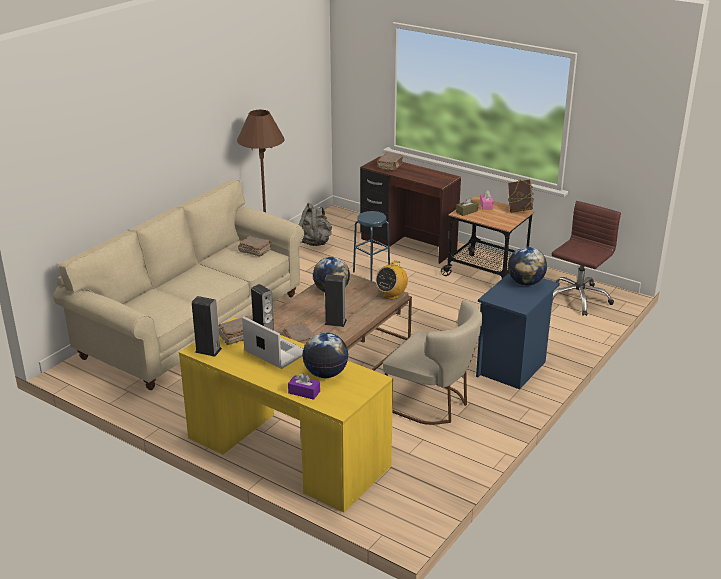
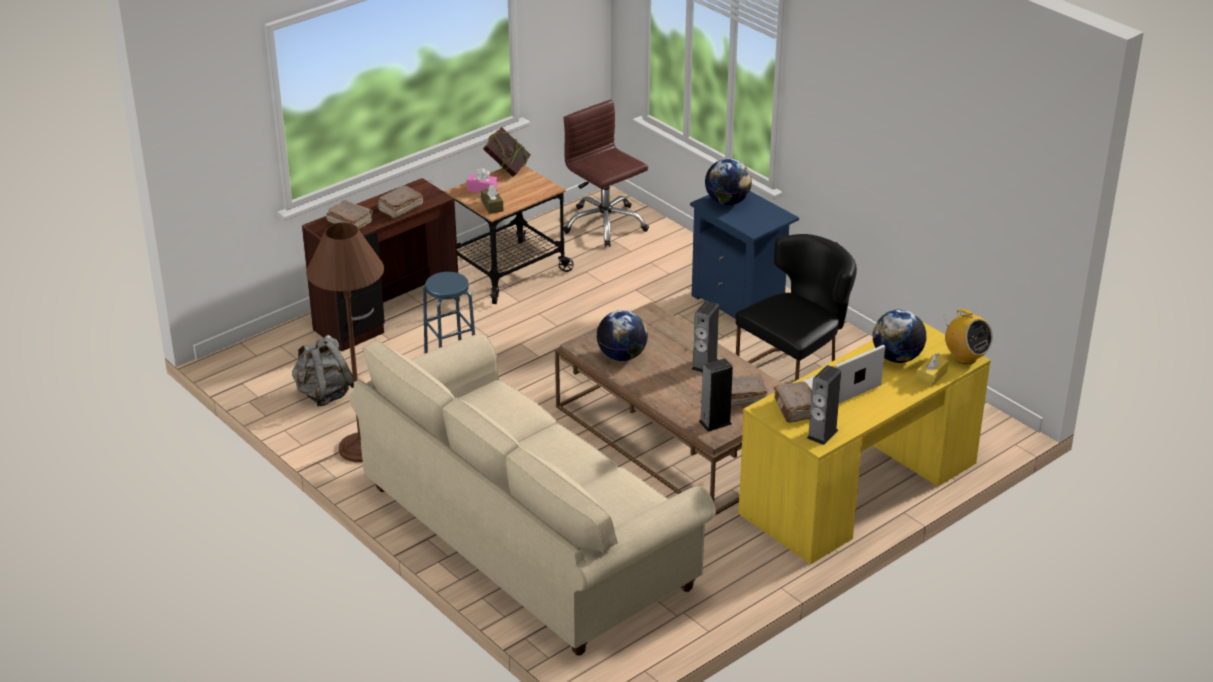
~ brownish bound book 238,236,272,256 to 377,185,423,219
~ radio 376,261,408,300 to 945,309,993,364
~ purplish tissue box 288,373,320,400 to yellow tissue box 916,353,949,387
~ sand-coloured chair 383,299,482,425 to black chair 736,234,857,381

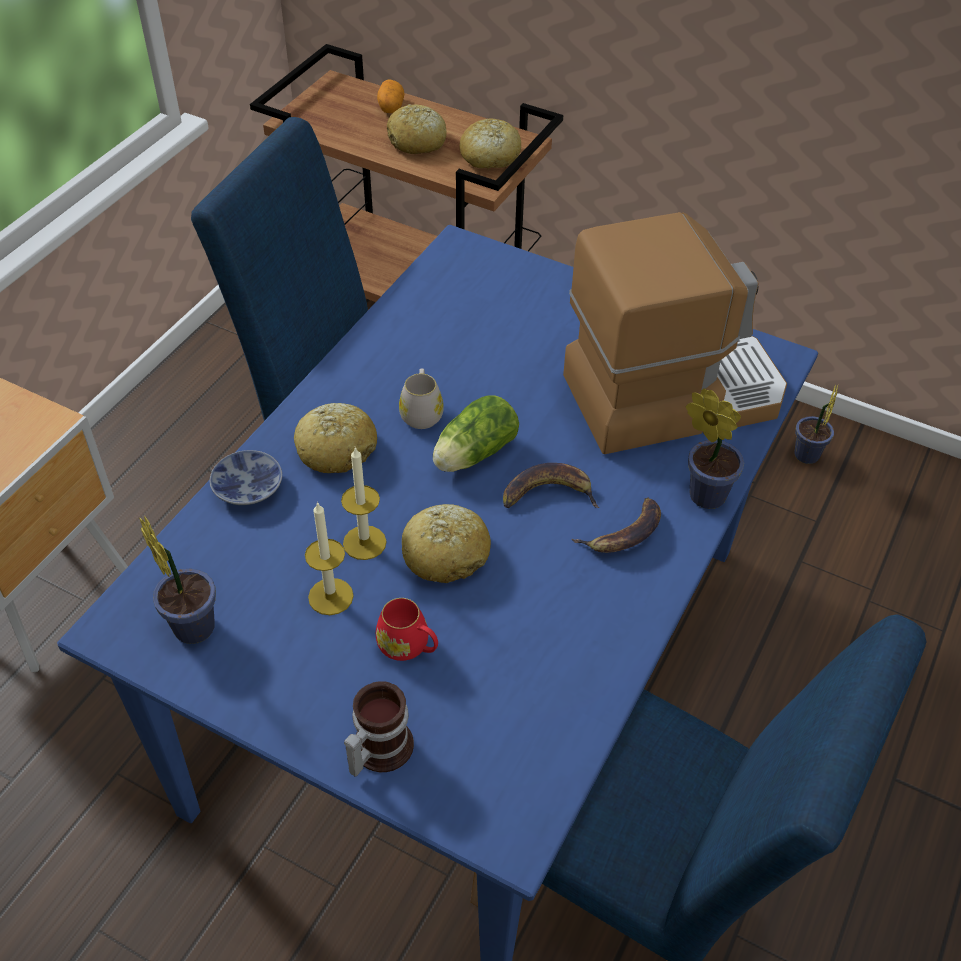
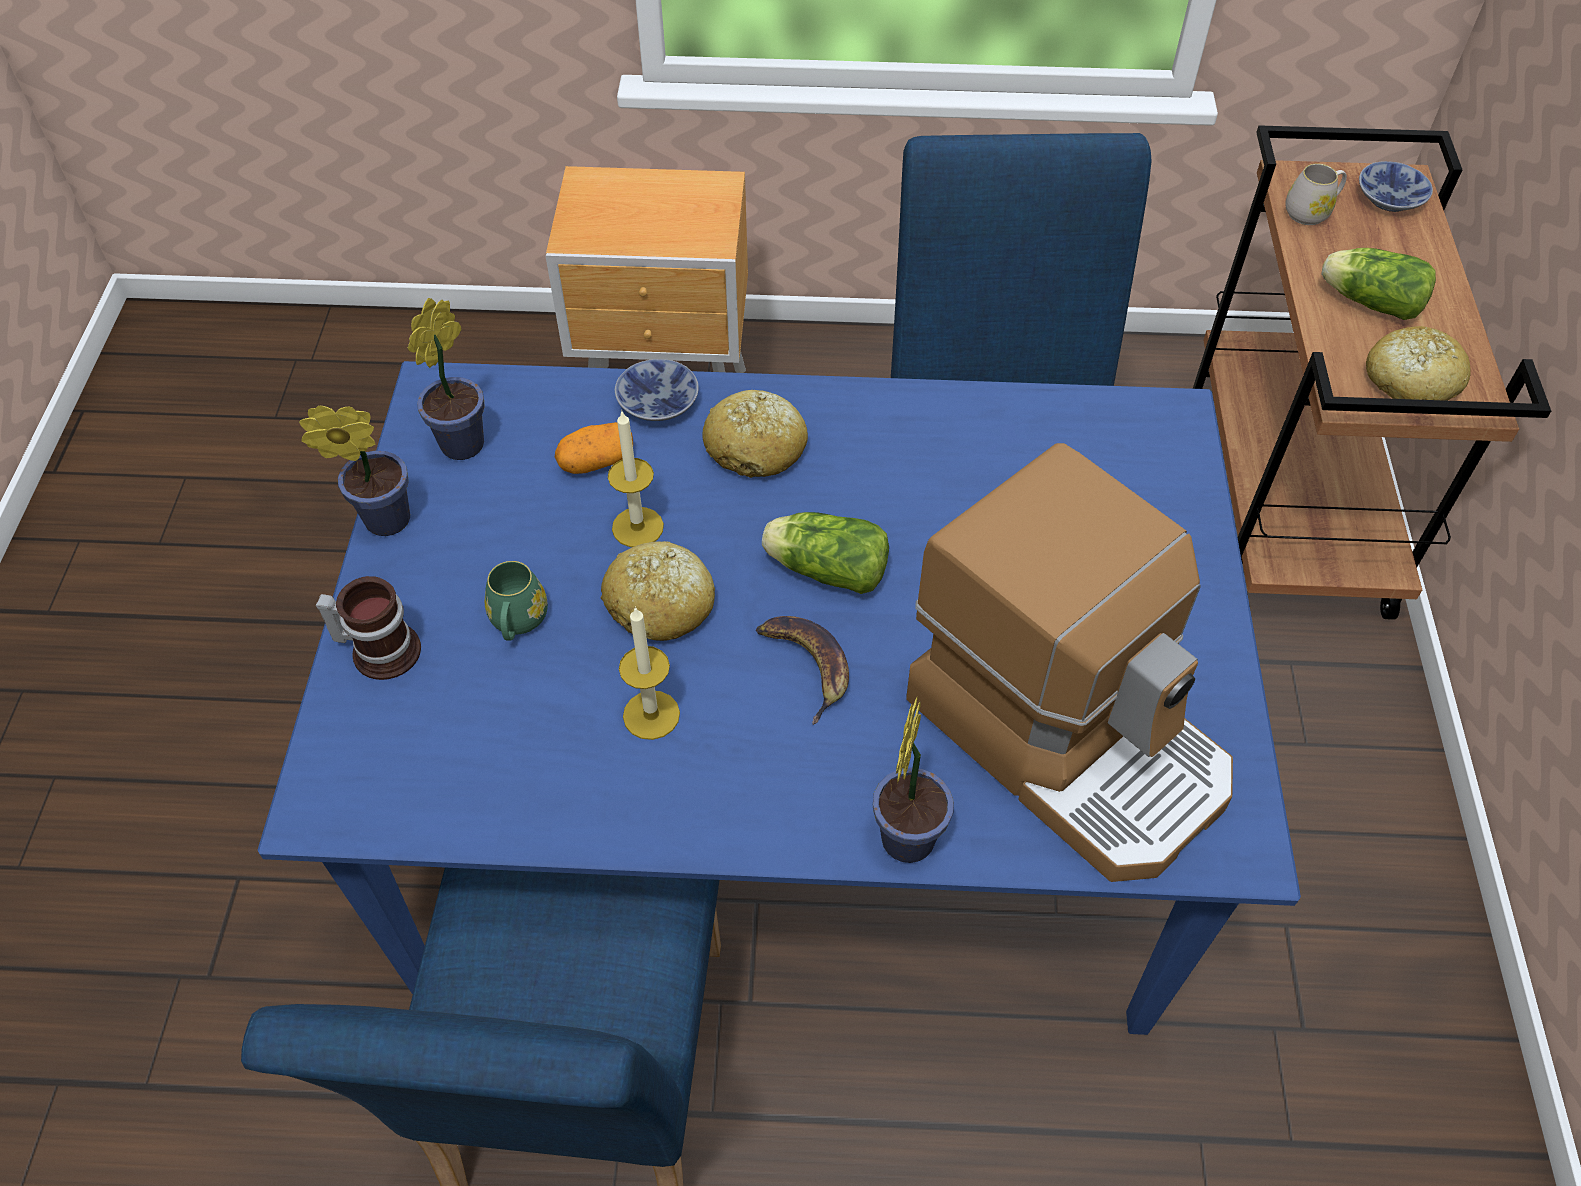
- whole banana 572,497,661,553
+ deep dish 1359,161,1433,212
~ wax light 305,502,354,615 to 619,606,680,740
~ spud 377,80,404,113 to 555,422,633,474
~ white mug 399,369,444,429 to 1285,164,1347,225
~ houseplant 794,385,838,464 to 299,405,410,536
~ baked bread 387,104,447,154 to lettuce head 1321,248,1436,320
~ red mug 376,598,438,661 to green mug 485,561,548,641

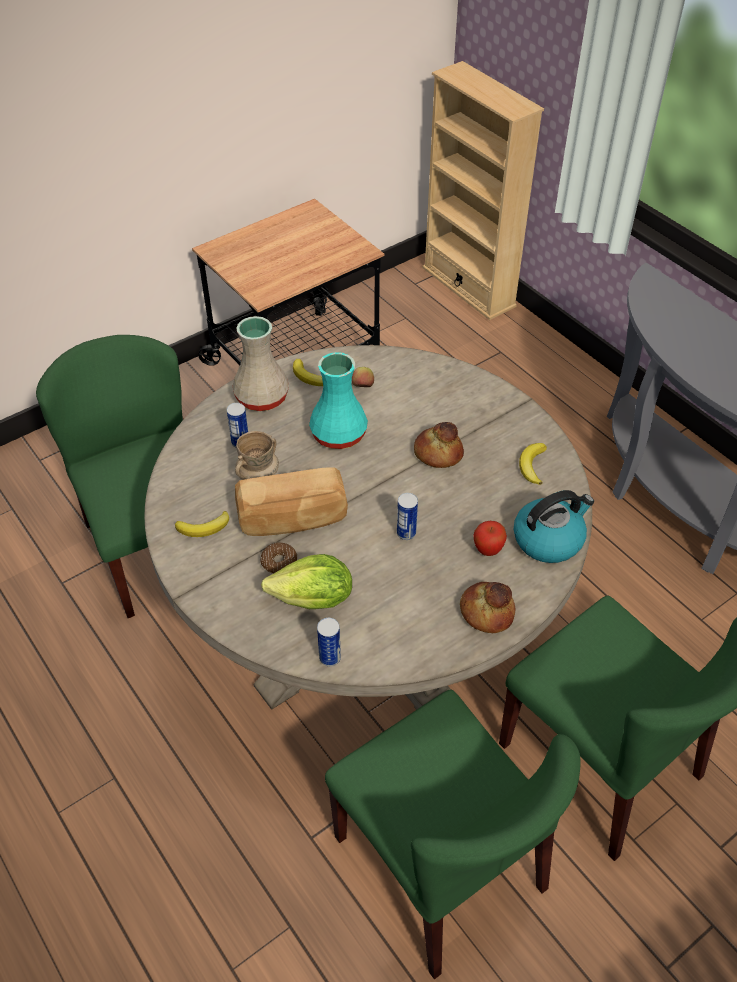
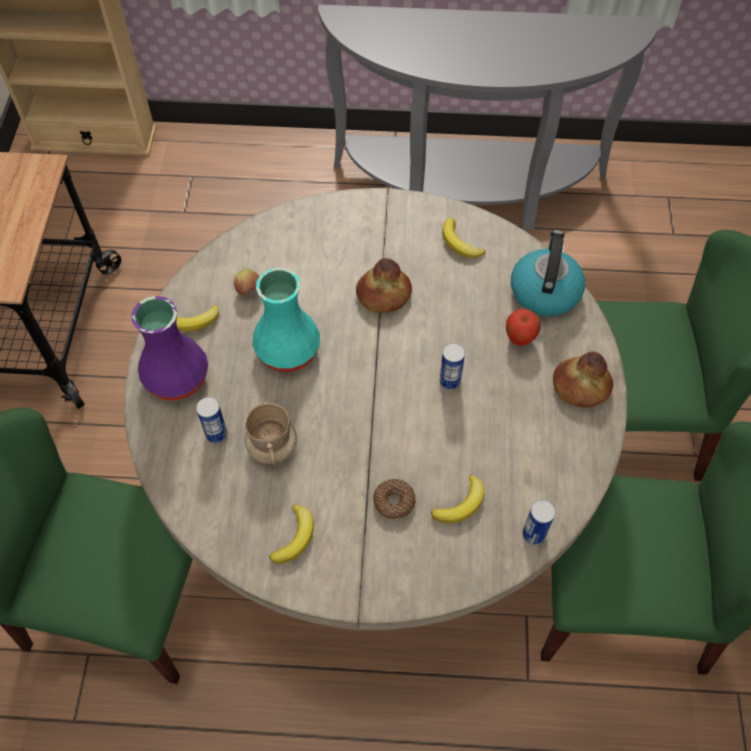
- baked bread 235,467,348,536
~ lettuce head 261,554,352,609 to whole banana 431,475,484,523
~ sand-coloured flower vase 233,316,289,411 to purplish flower vase 131,296,208,401

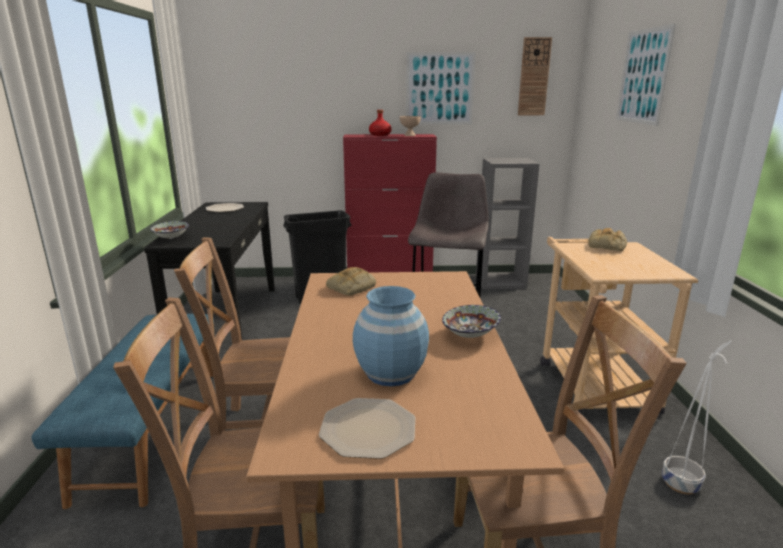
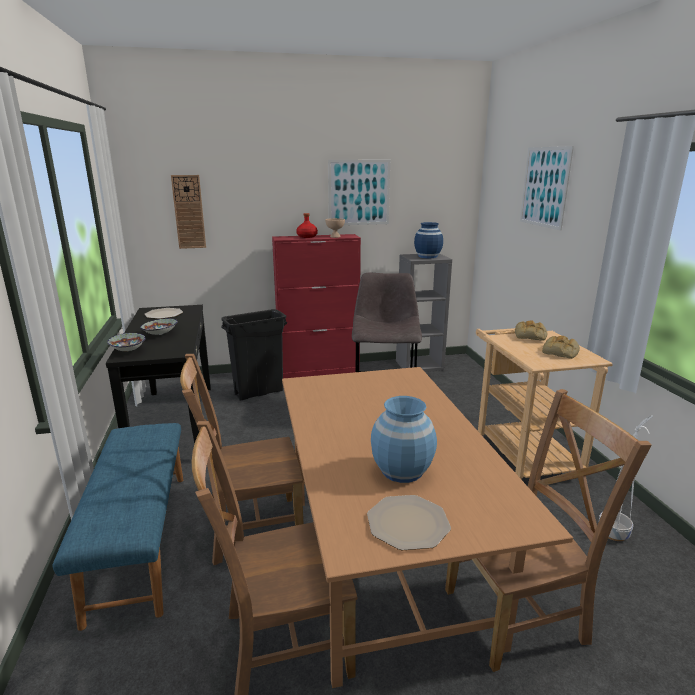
+ blue-coloured flower vase 414,222,443,258
~ baked bread 326,267,376,296 to 542,336,580,359
~ deep dish 442,305,501,338 to 140,318,178,335
~ hanging clock 518,37,552,115 to 171,175,206,249

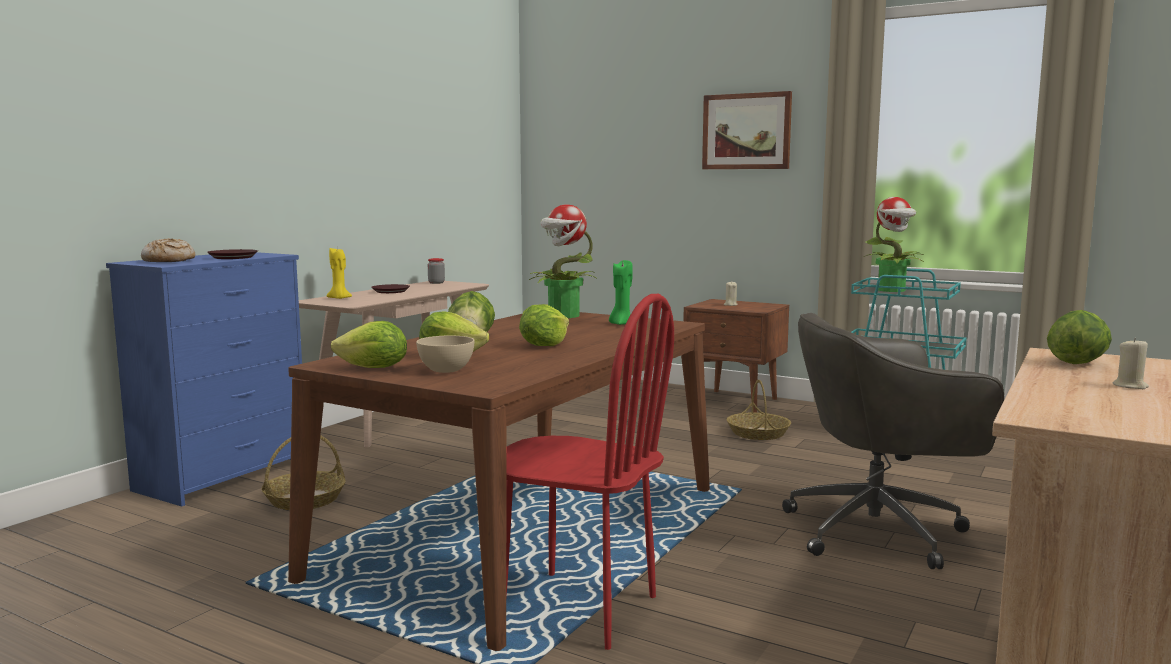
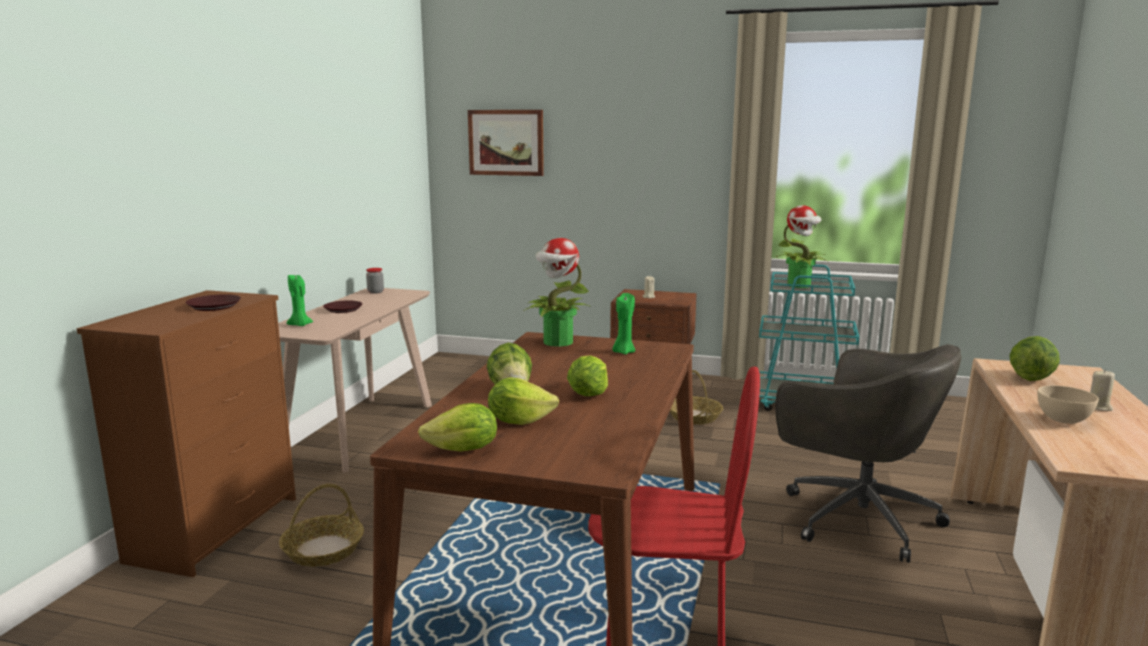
- baked bread 141,238,196,262
~ sand-coloured deep dish 416,336,475,373 to 1037,385,1099,424
~ picture 702,91,792,169 to 468,110,544,176
~ blue-coloured drawer chest 106,252,302,507 to brownish drawer chest 77,290,296,577
~ yellow wax light 327,248,352,299 to green wax light 287,275,313,326
~ grey computer chair 782,313,1004,569 = 775,344,962,563 120 degrees counterclockwise

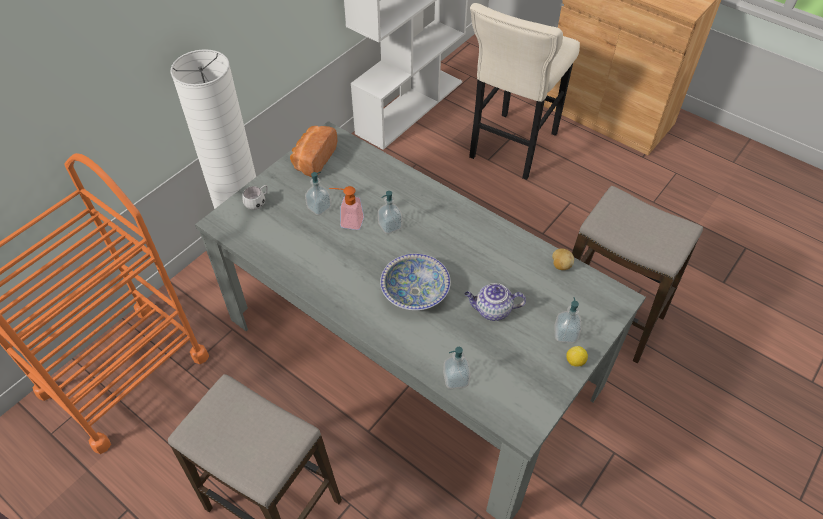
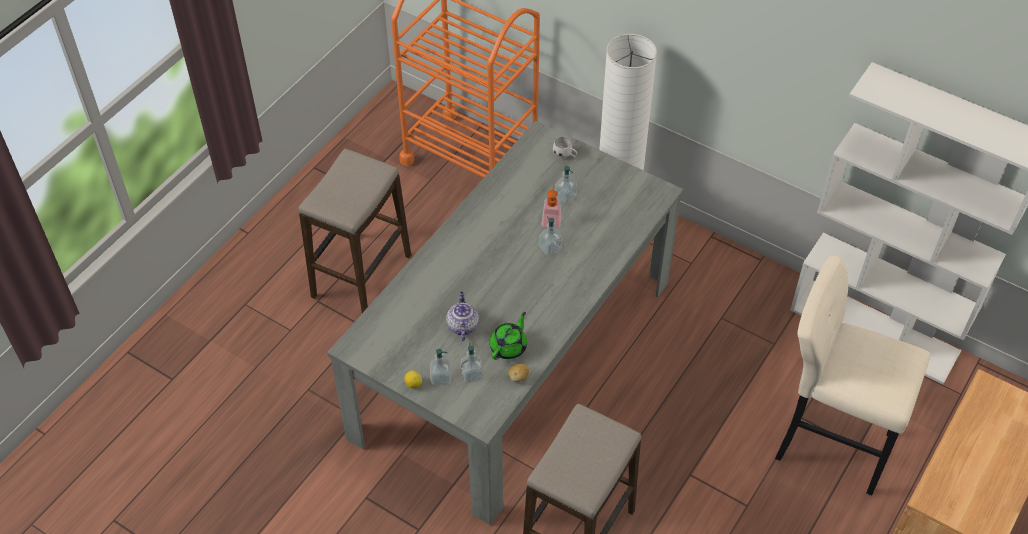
- baked bread 290,126,337,177
- deep dish 380,254,451,311
+ green teapot 489,312,527,360
~ soap bottle 443,347,471,389 to 461,343,483,383

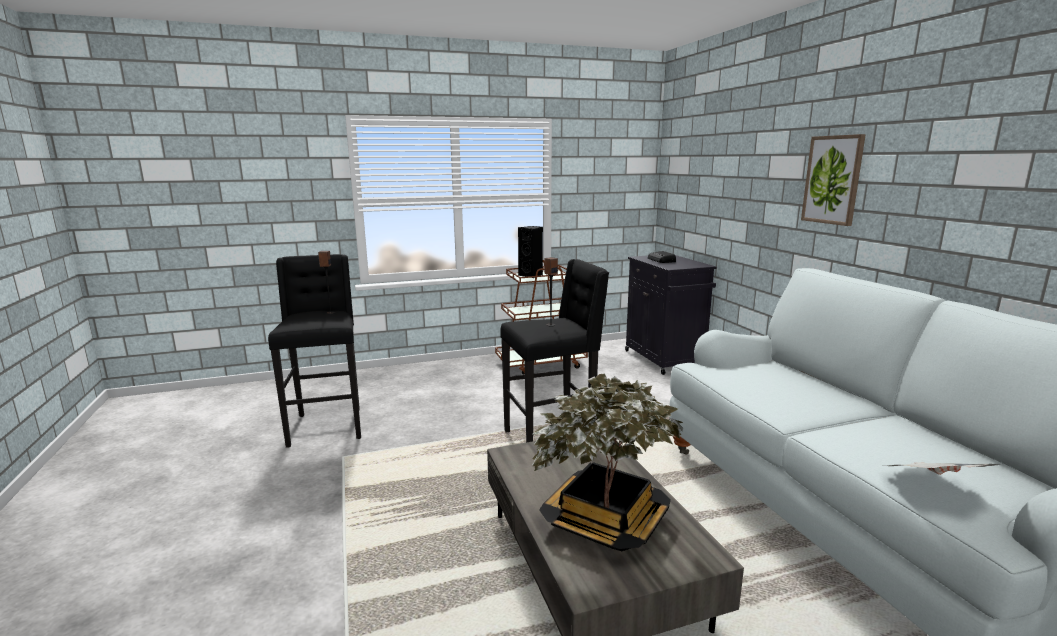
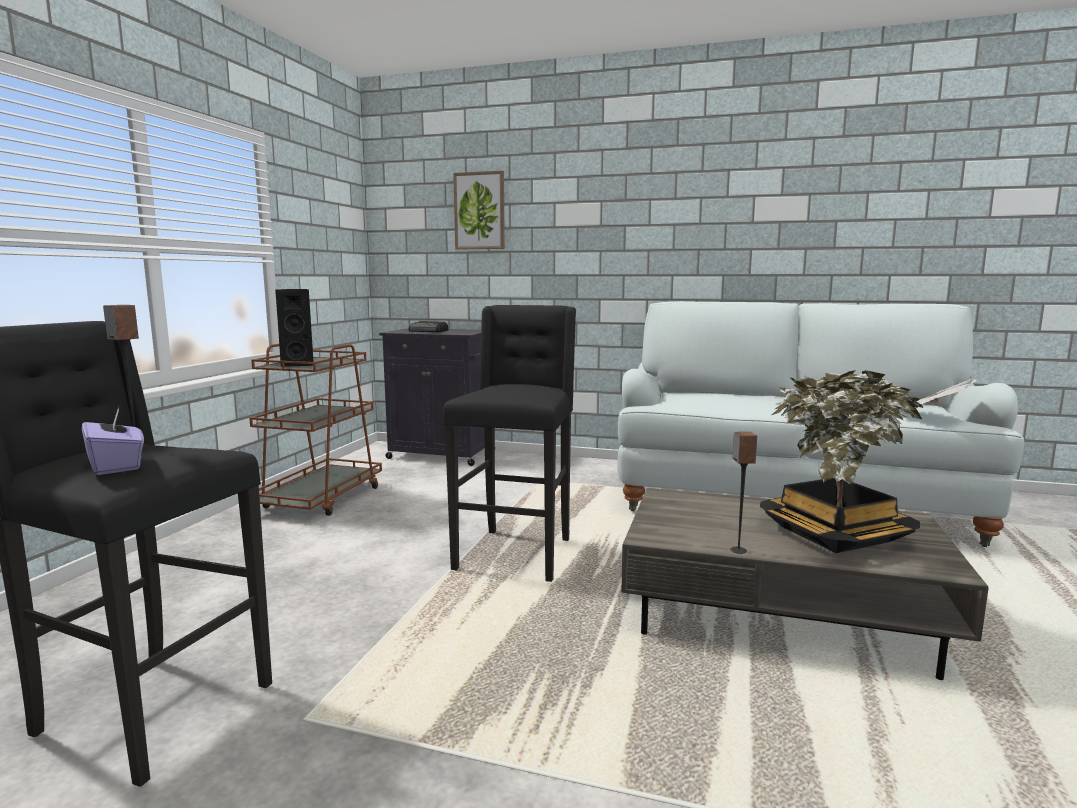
+ purplish tissue box 82,407,144,475
~ audio speaker 544,257,558,327 to 731,432,757,554
~ picture 801,134,866,226 to 453,171,505,250

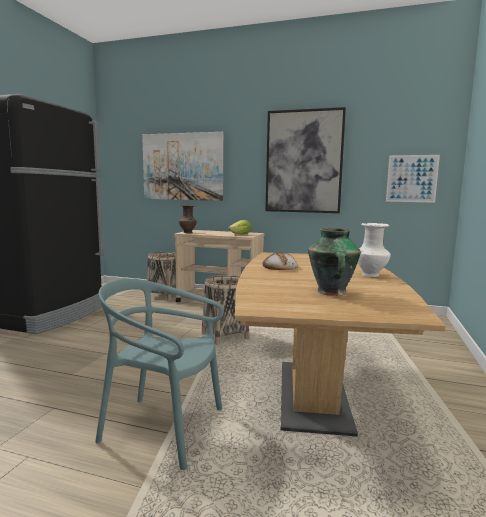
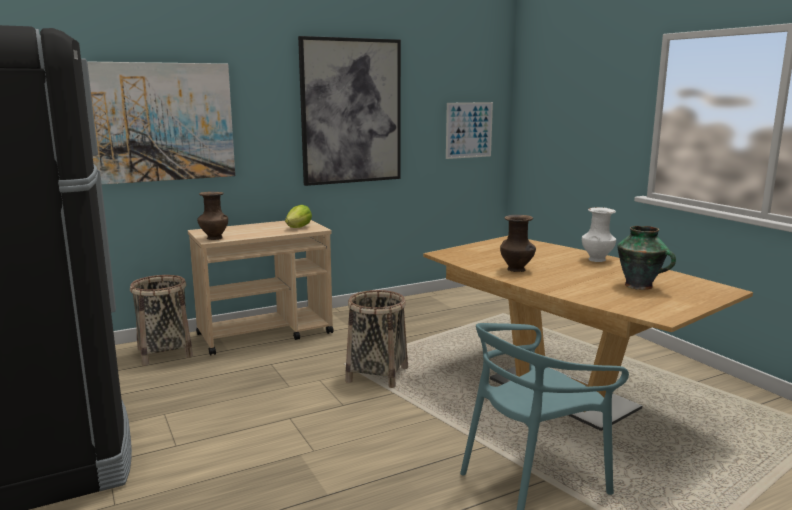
~ baked bread 263,252,298,270 to brownish flower vase 500,215,536,272

